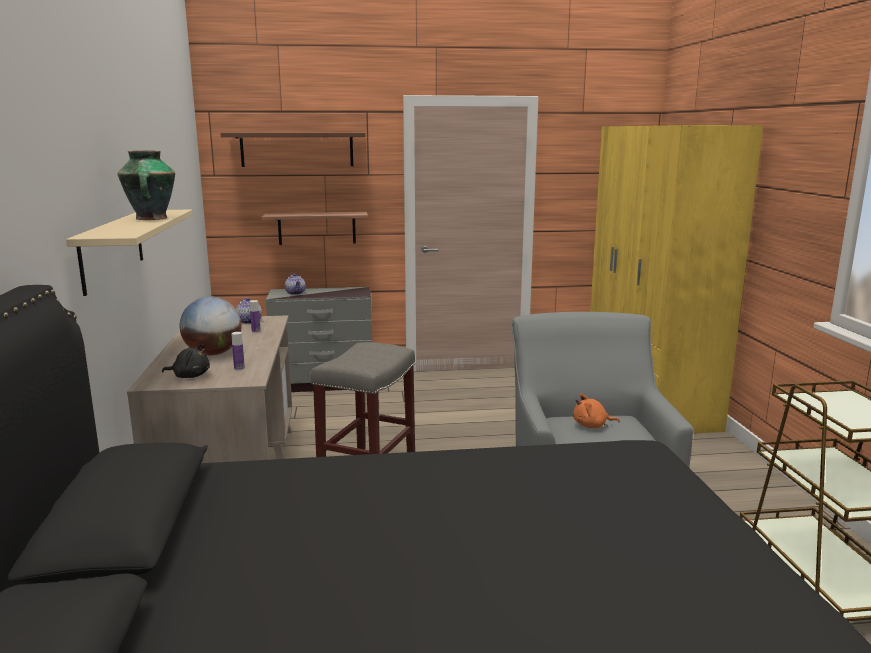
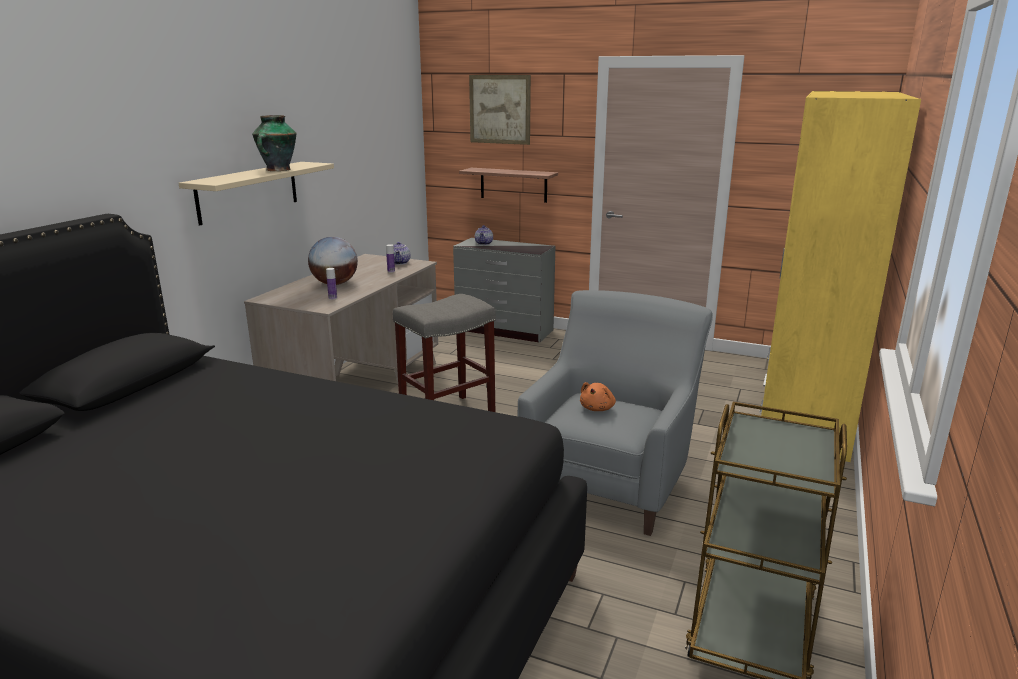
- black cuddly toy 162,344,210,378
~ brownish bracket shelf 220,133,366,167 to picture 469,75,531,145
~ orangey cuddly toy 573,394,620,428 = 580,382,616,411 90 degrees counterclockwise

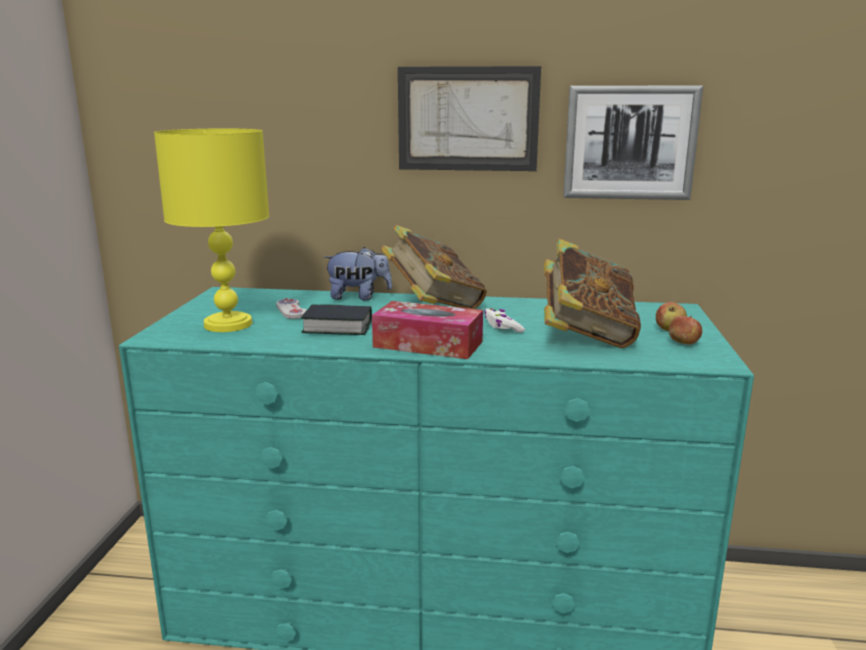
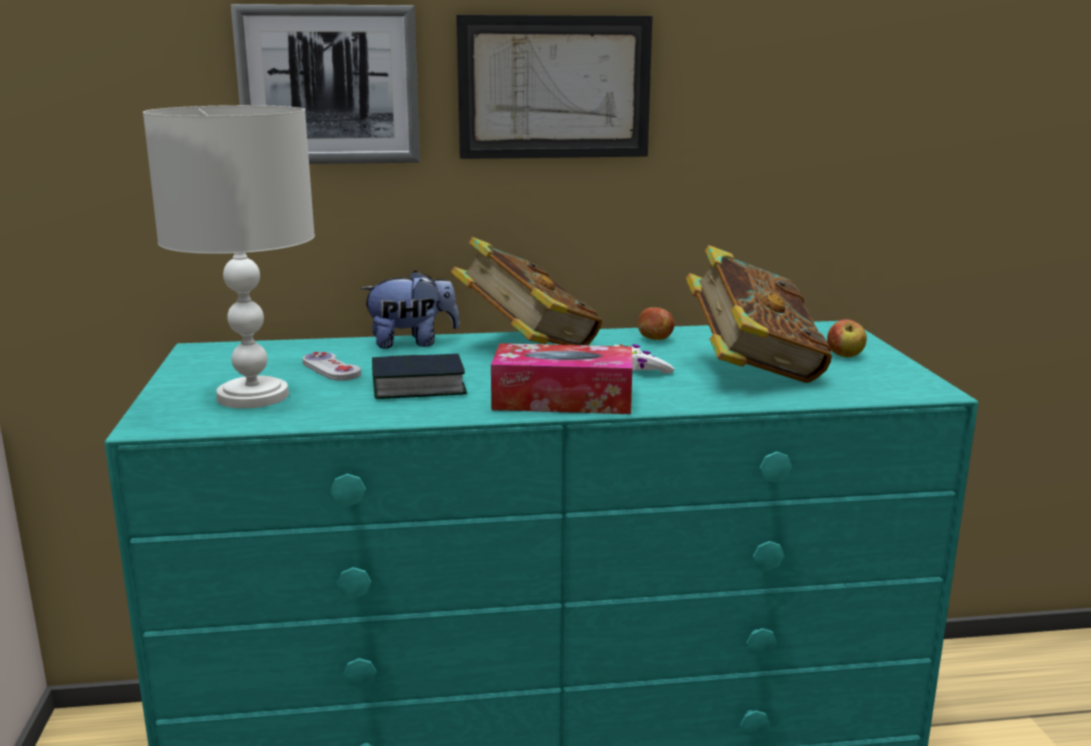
~ picture 563,86,703,200 to 231,4,420,164
~ apple fruit 669,316,702,345 to 638,307,675,340
~ yellow lamp for a table 154,129,269,332 to white lamp for a table 143,105,315,408

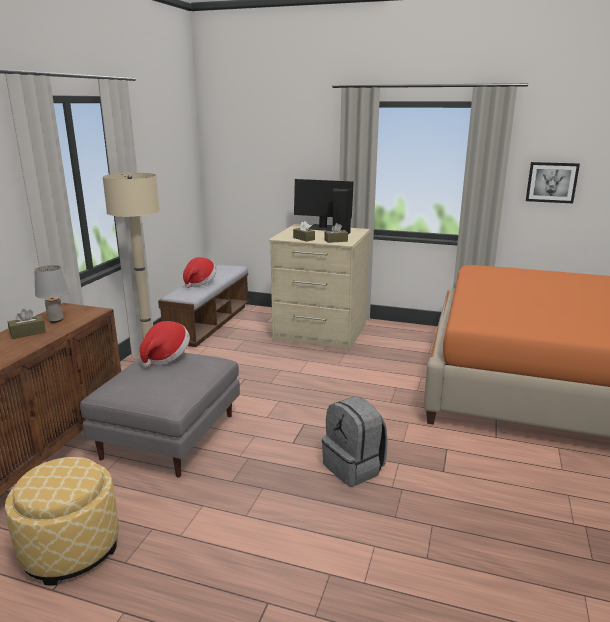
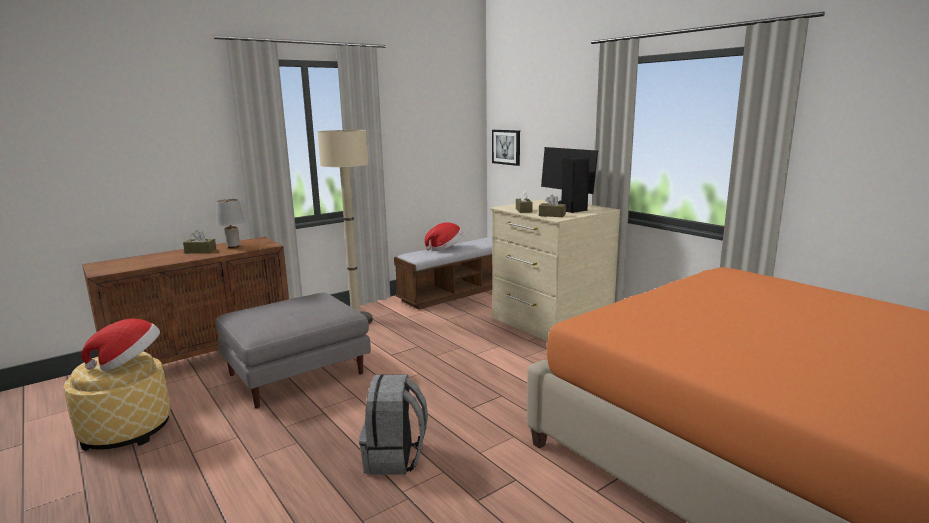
~ hat 139,321,190,368 to 81,318,160,371
~ picture 526,162,580,204 to 492,130,520,166

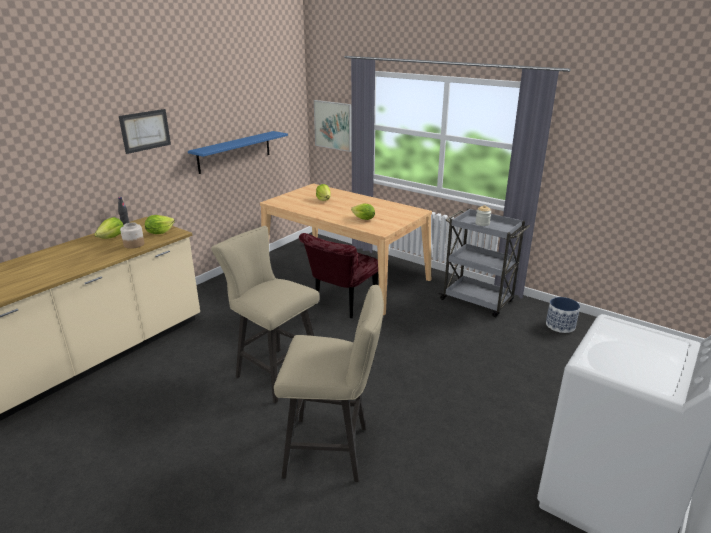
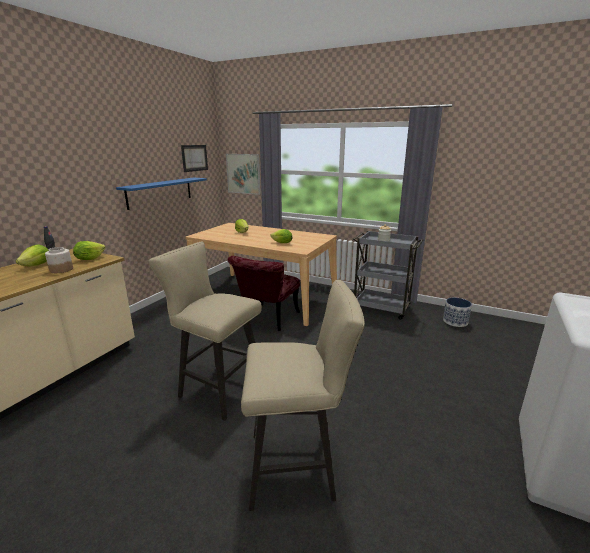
~ picture 119,109,171,154 to 181,145,208,172

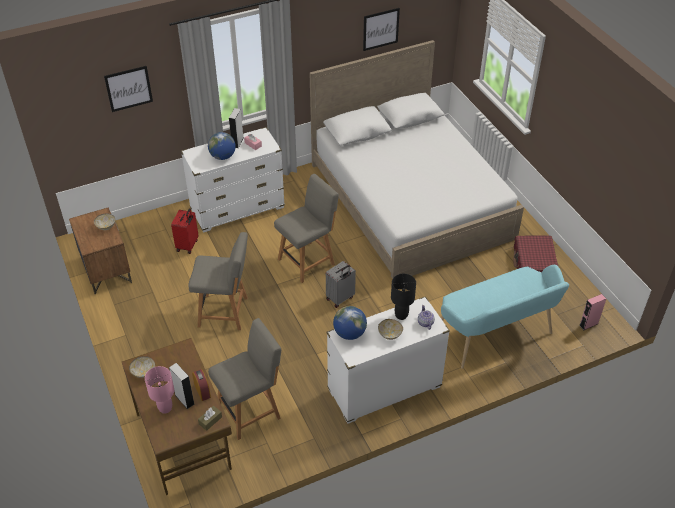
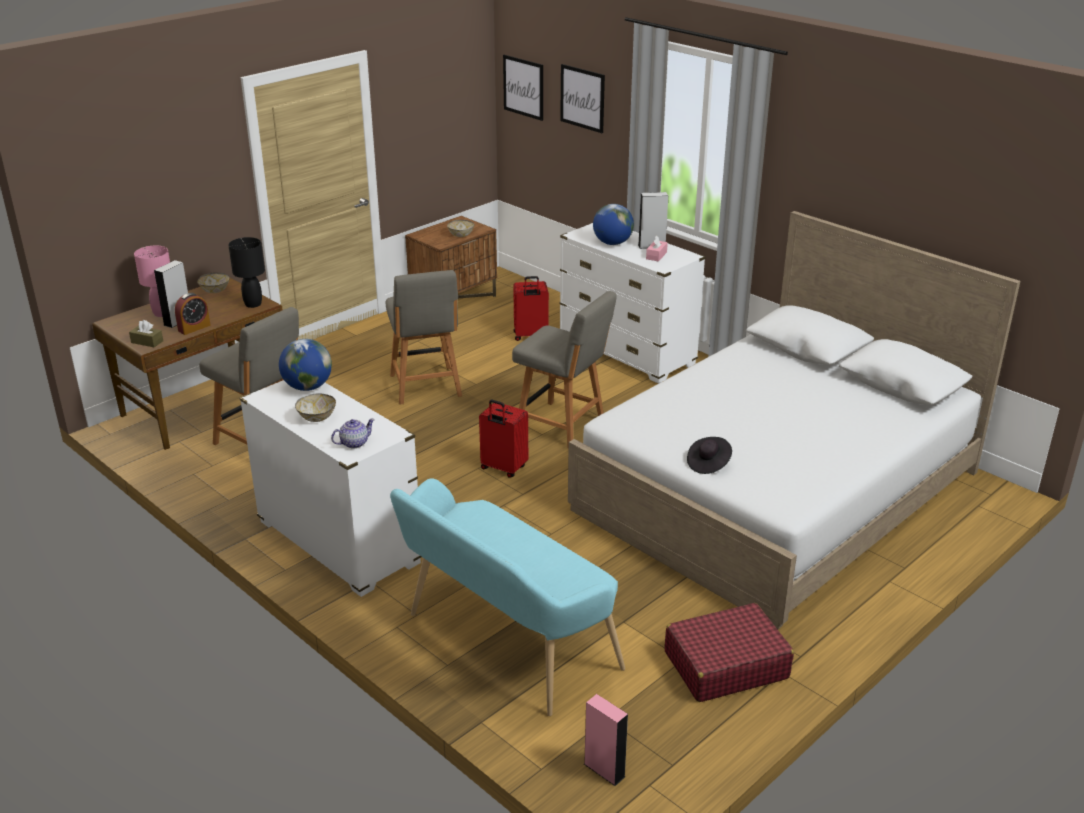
+ black hat 687,437,732,474
~ picture 363,8,400,51 to 503,55,543,121
~ black lamp for a table 391,274,416,320 to 228,237,265,308
~ grey suitcase 326,261,356,308 to red suitcase 479,400,528,478

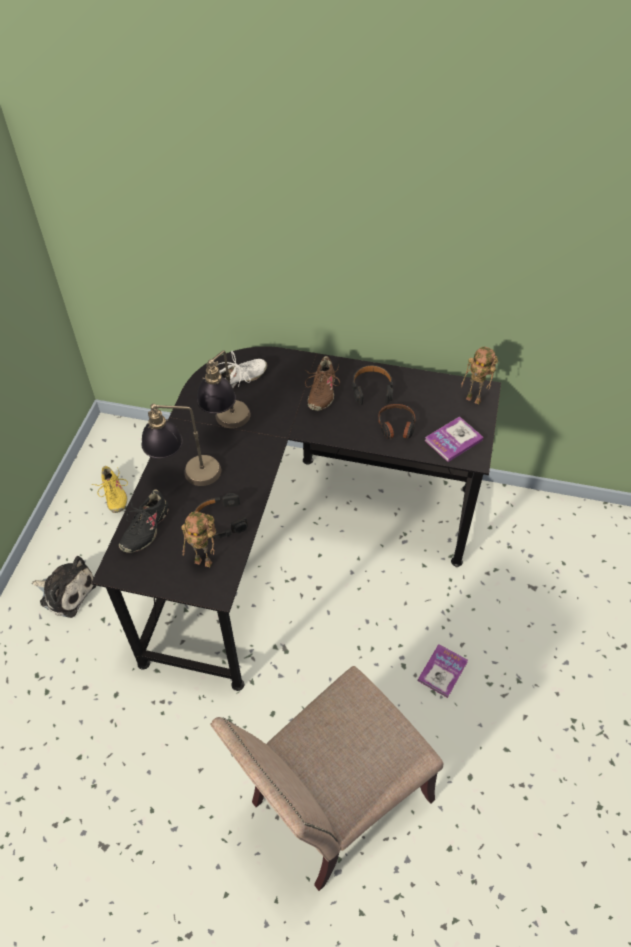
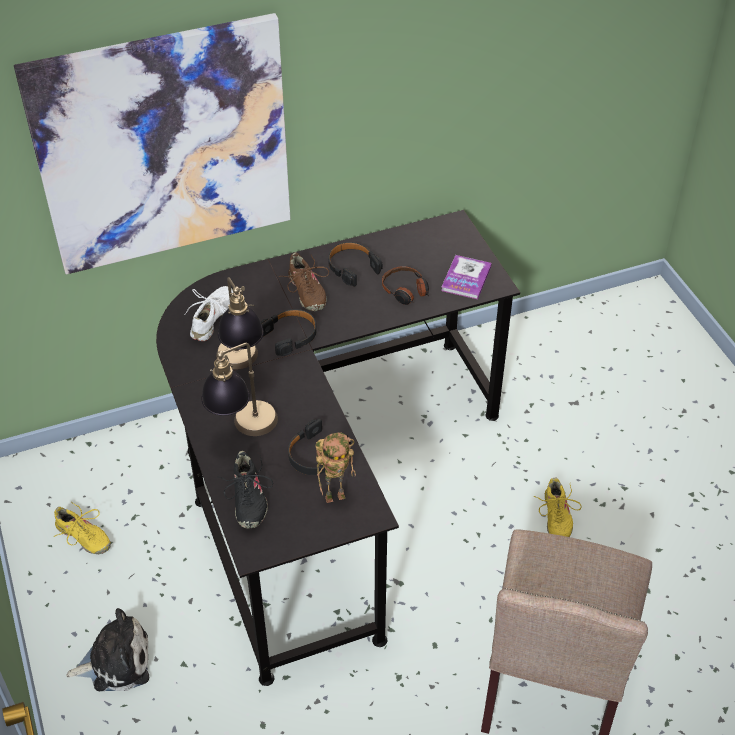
- robot figure 461,347,498,405
+ picture 14,13,291,274
+ black pair of headphones 260,309,316,356
~ bound book 418,644,468,698 to yellow item of footwear 533,477,582,537

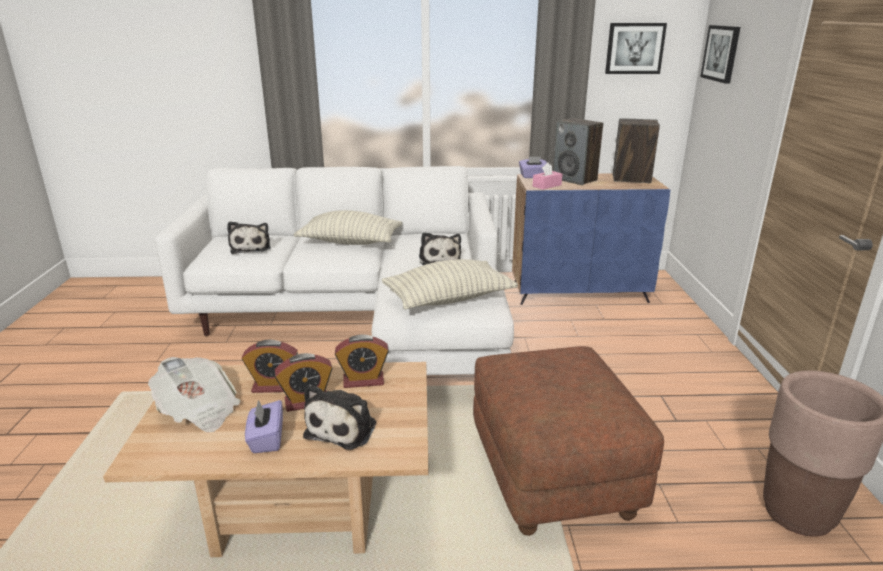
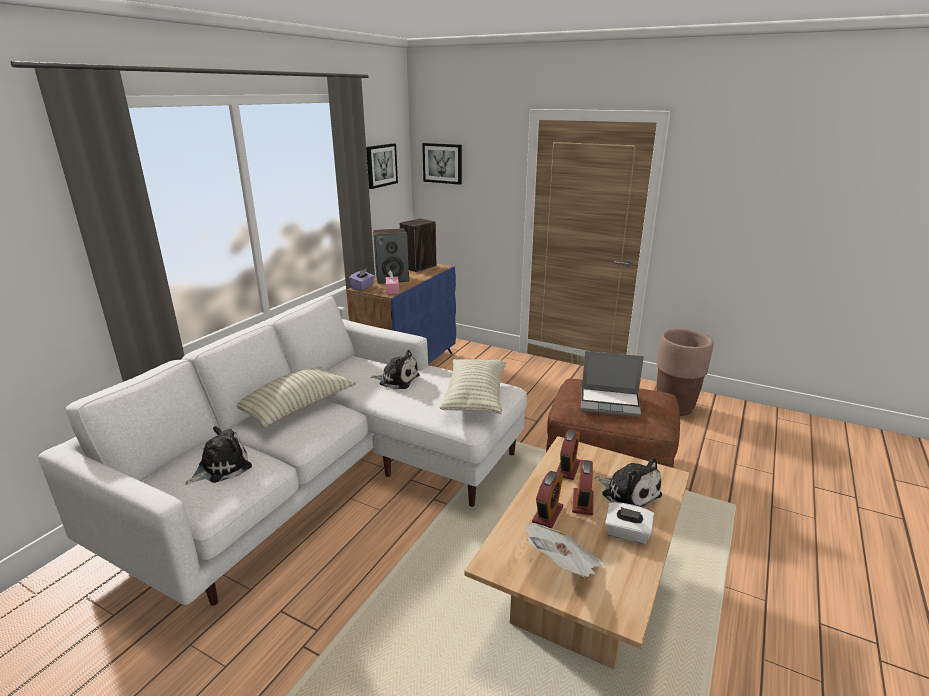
+ portable computer 581,351,644,417
~ purplish tissue box 245,400,283,453 to white tissue box 605,502,654,544
~ cuddly toy 227,221,271,254 = 185,426,252,485 60 degrees counterclockwise

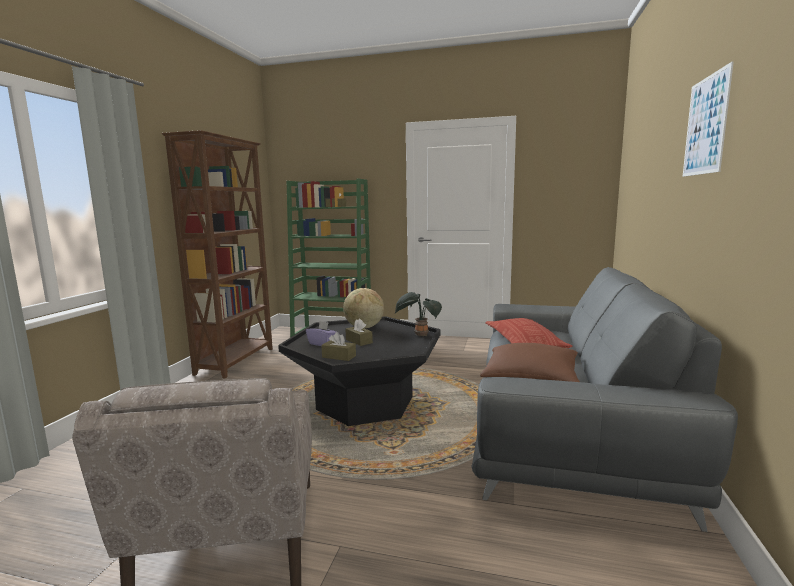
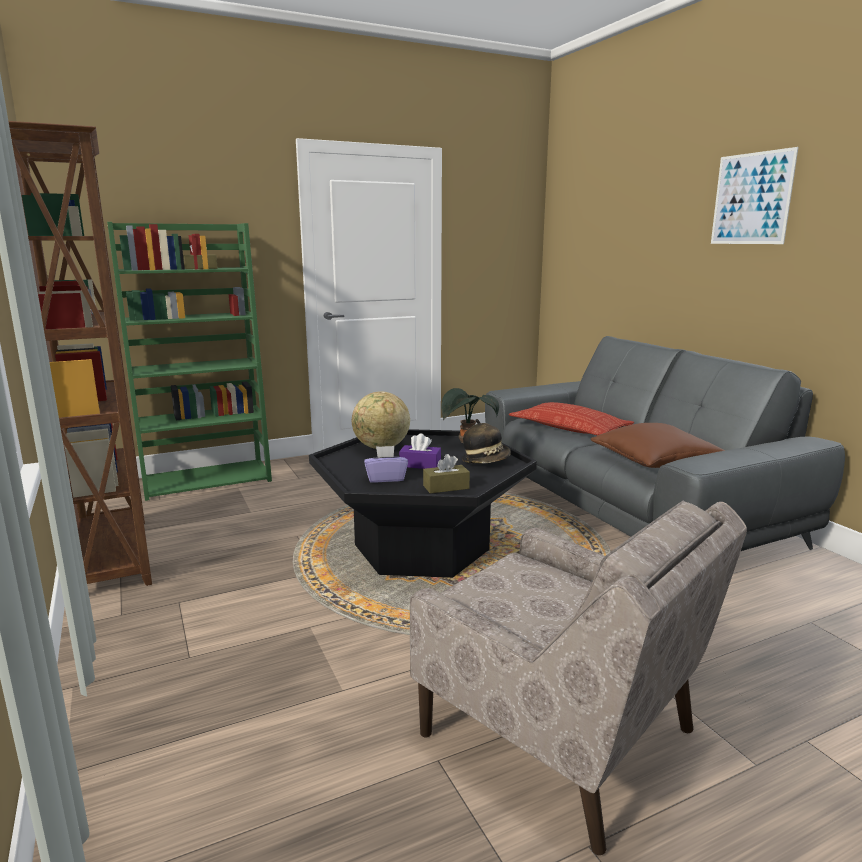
+ hat 462,419,511,464
~ brownish tissue box 346,319,373,346 to purplish tissue box 399,433,441,469

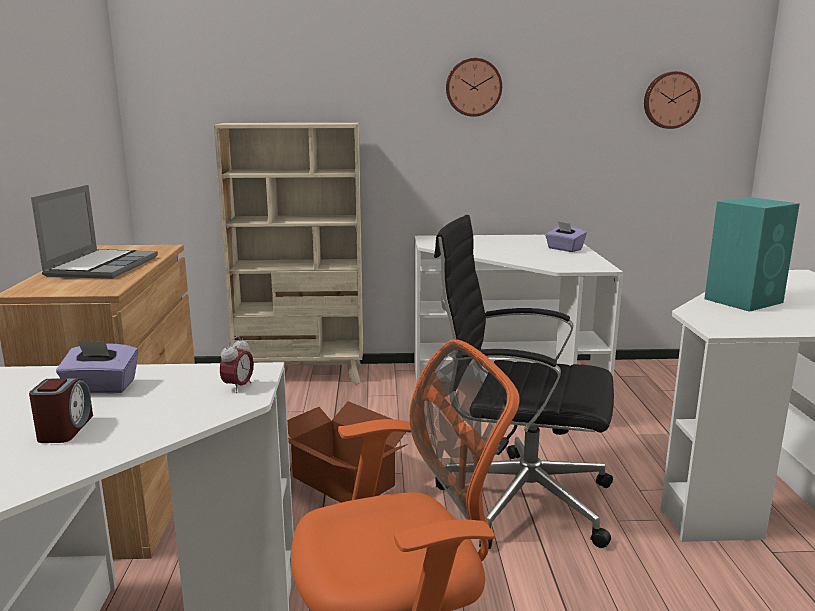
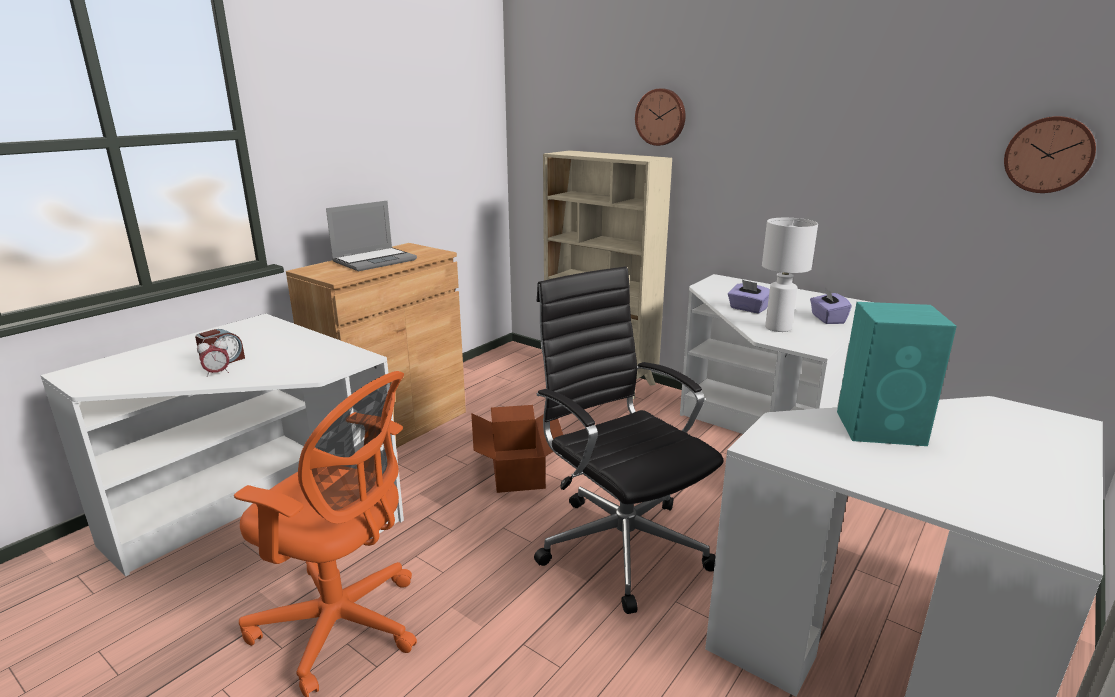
+ white lamp for a table 762,218,818,332
~ purplish tissue box 56,341,138,393 to 728,280,770,314
~ table clock 220,336,254,393 to 197,337,229,377
~ hanging clock 446,58,502,117 to 635,89,685,146

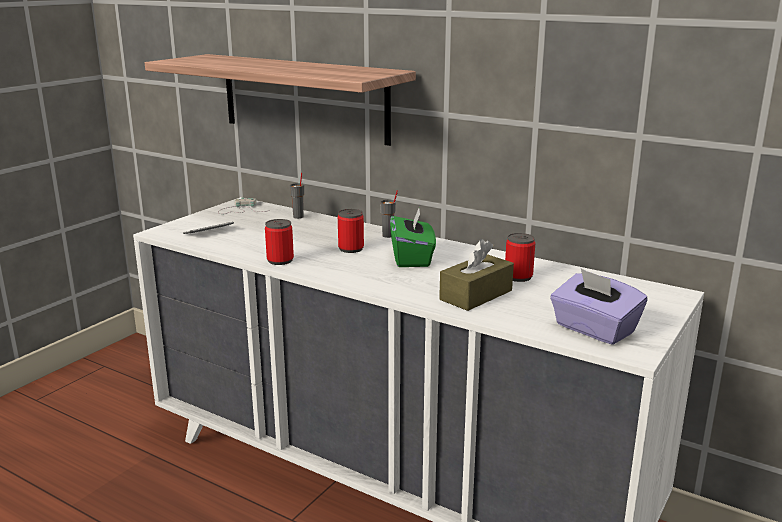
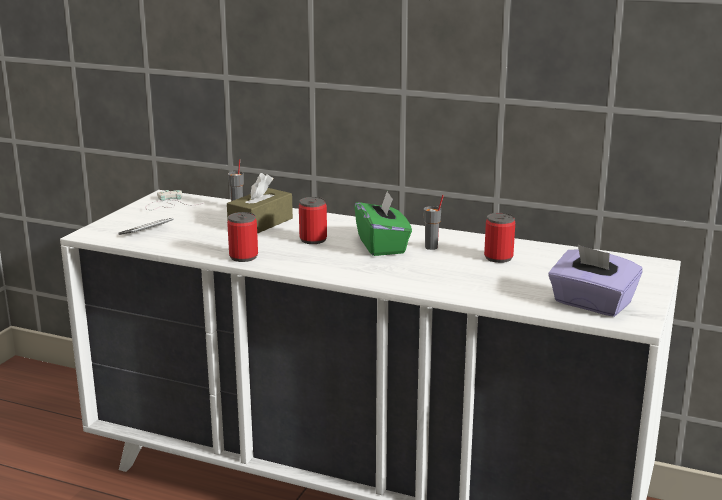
- bracket shelf 145,54,416,146
~ grey cup 380,190,398,238 to 424,195,444,250
~ brownish tissue box 439,239,514,311 to 227,173,293,234

